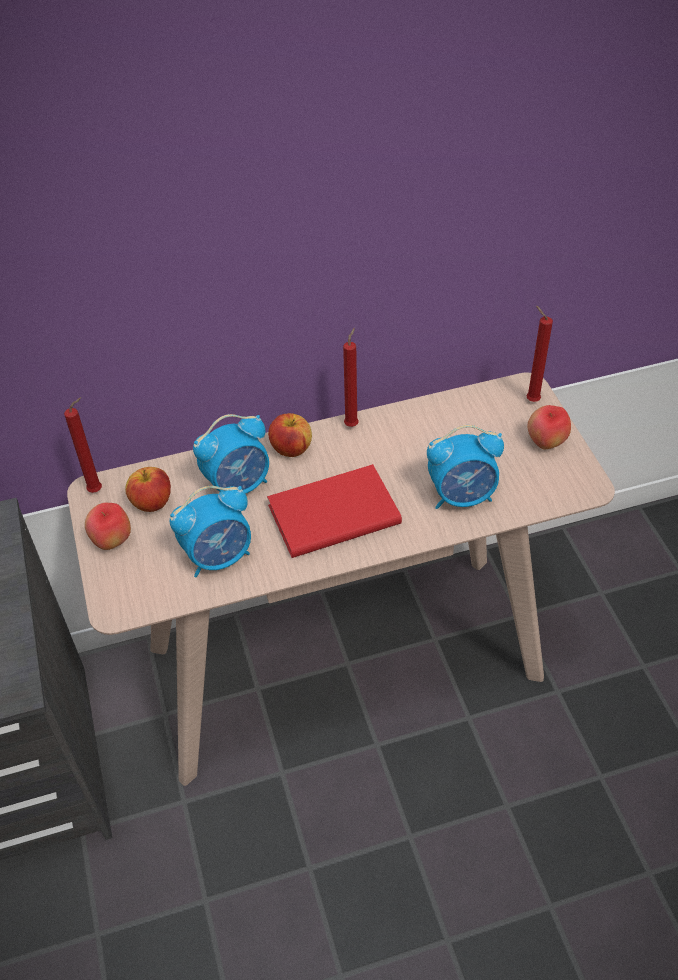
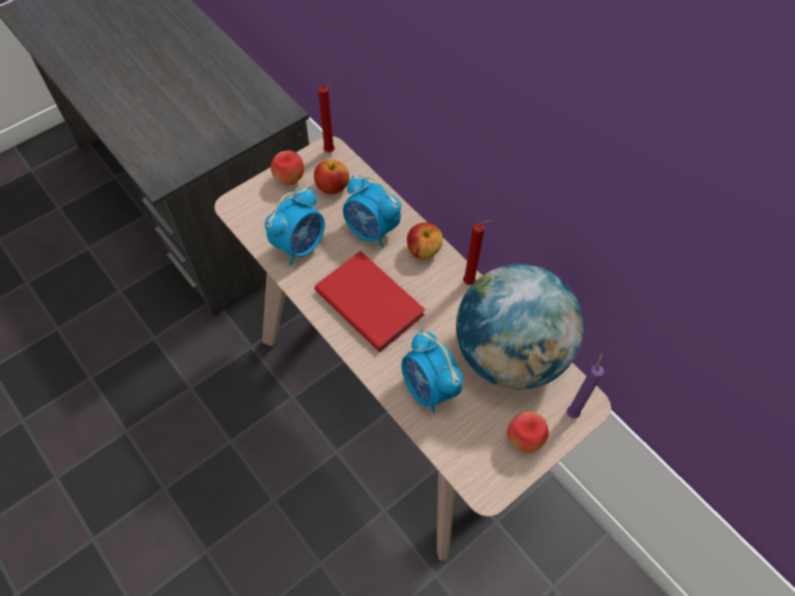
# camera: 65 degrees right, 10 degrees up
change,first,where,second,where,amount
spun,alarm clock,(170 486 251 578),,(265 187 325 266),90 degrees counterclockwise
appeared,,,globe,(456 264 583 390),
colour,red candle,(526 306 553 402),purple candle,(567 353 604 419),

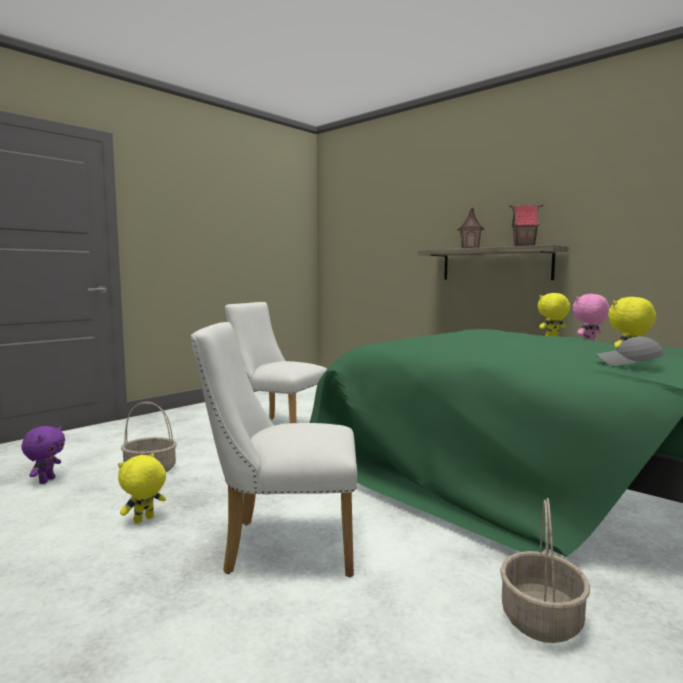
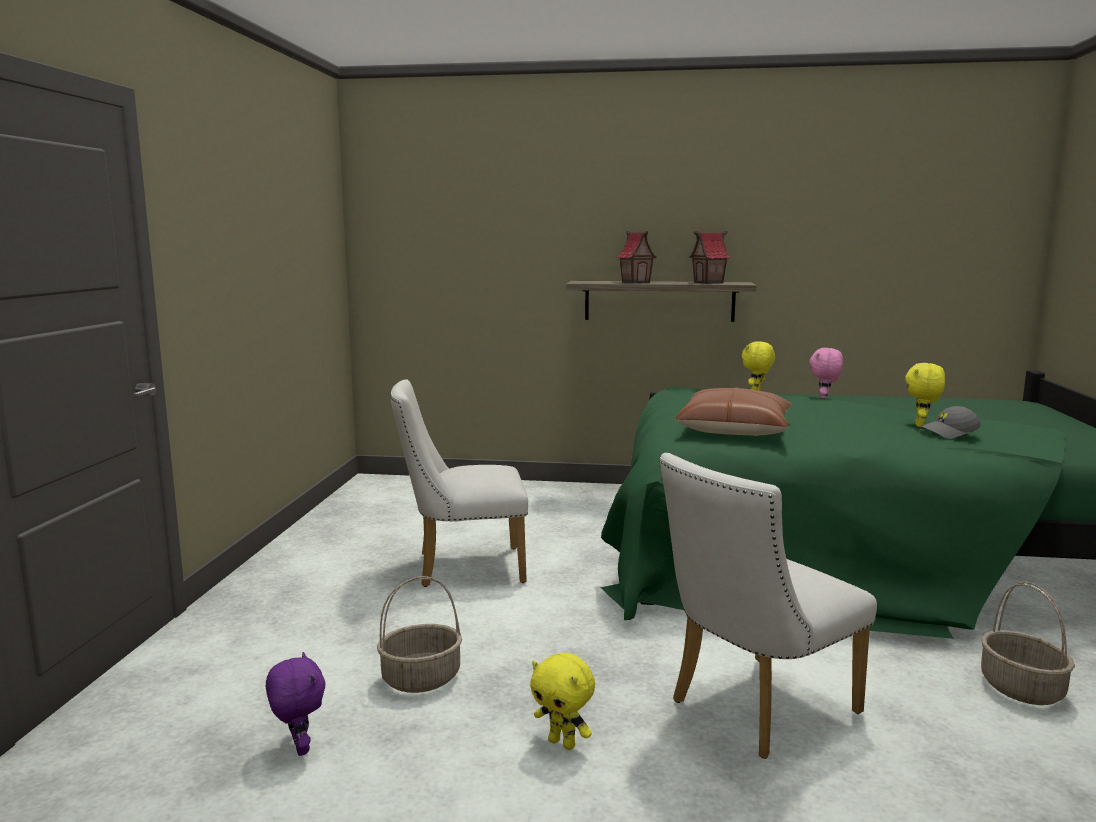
# camera: 35 degrees left, 5 degrees up
change,first,where,second,where,amount
spun,yellow plush toy,(118 453 166 524),,(530 653 595 750),60 degrees counterclockwise
appeared,,,brown pillow,(675 387 792 436),

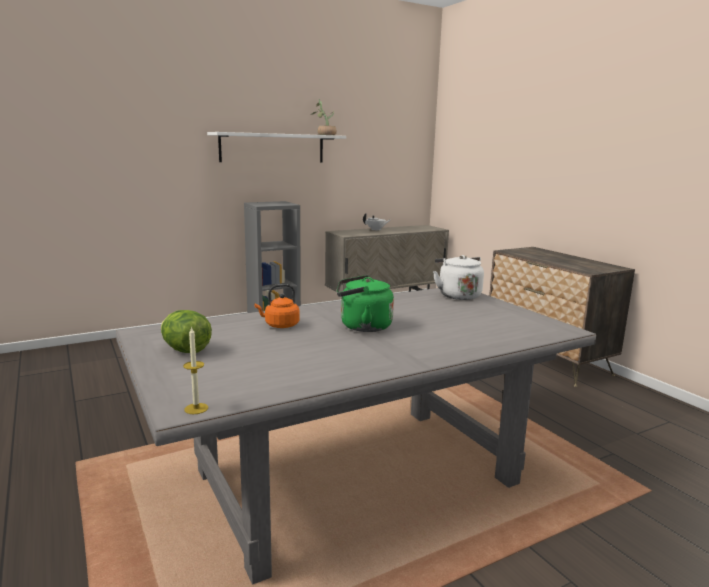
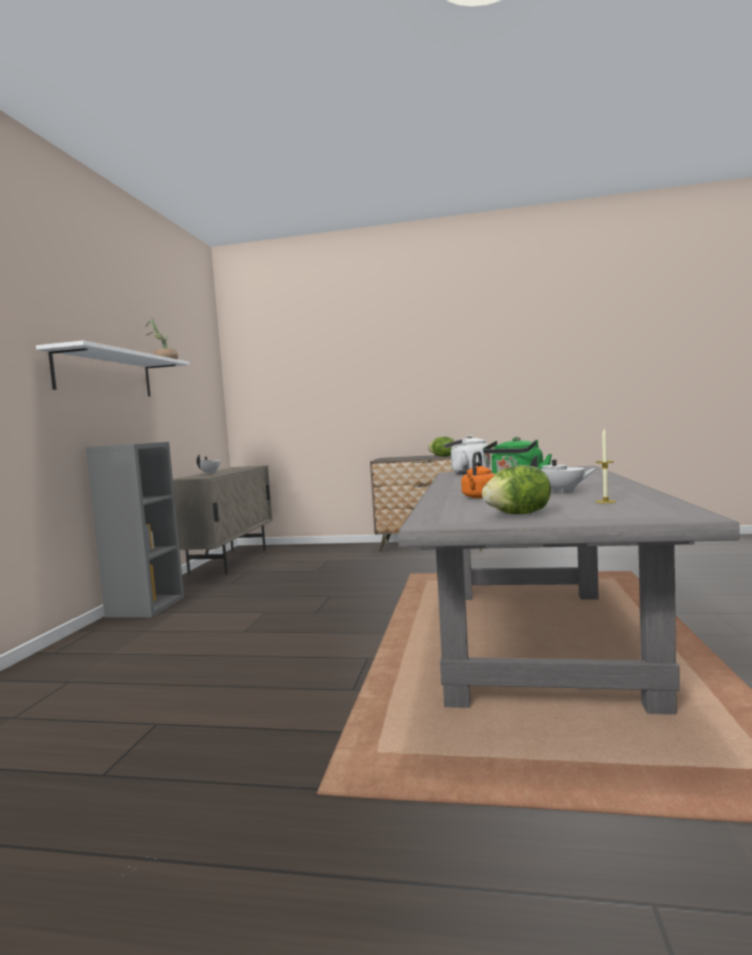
# camera: 50 degrees left, 10 degrees down
change,first,where,second,where,amount
appeared,,,lettuce,(428 436 454 457),
appeared,,,white teapot,(530 455 597 493),
relocated,candle,(183 326 208 414),,(595 429 617 503),

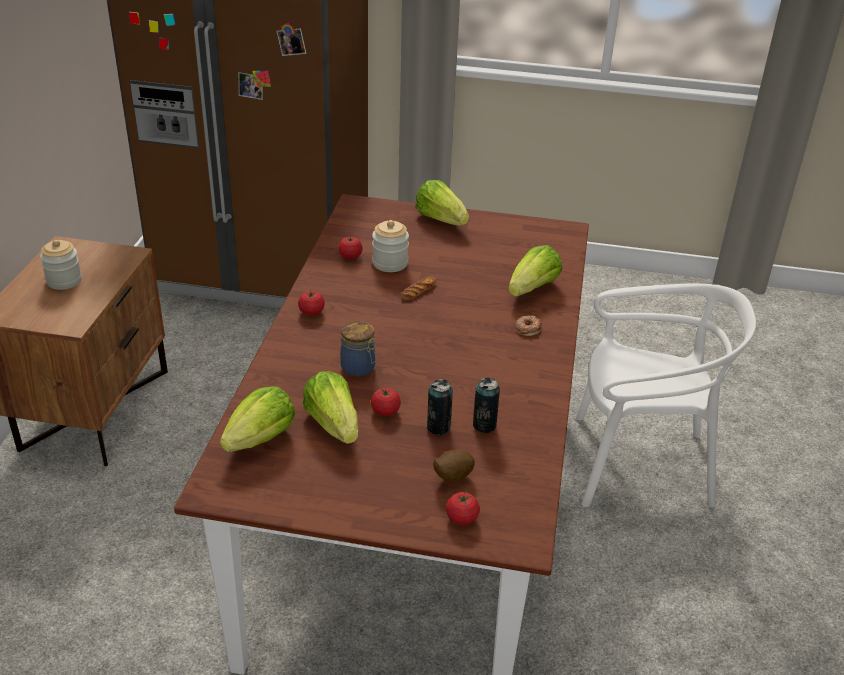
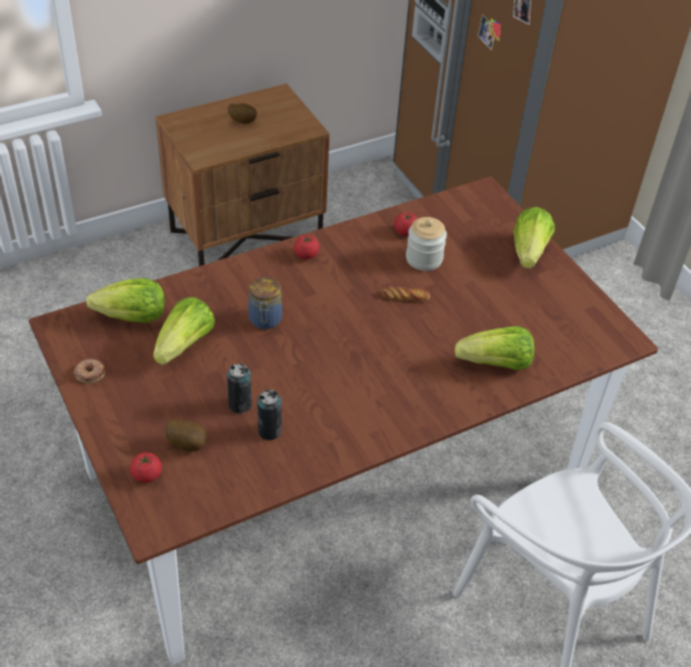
# camera: 50 degrees right, 10 degrees up
change,first,where,second,where,amount
relocated,donut,(515 316 542 336),,(74 359 105 383),
exchanged,jar,(40 240 82 290),potato,(228 103 257 124),
missing,tomato,(371 388 401 416),,,

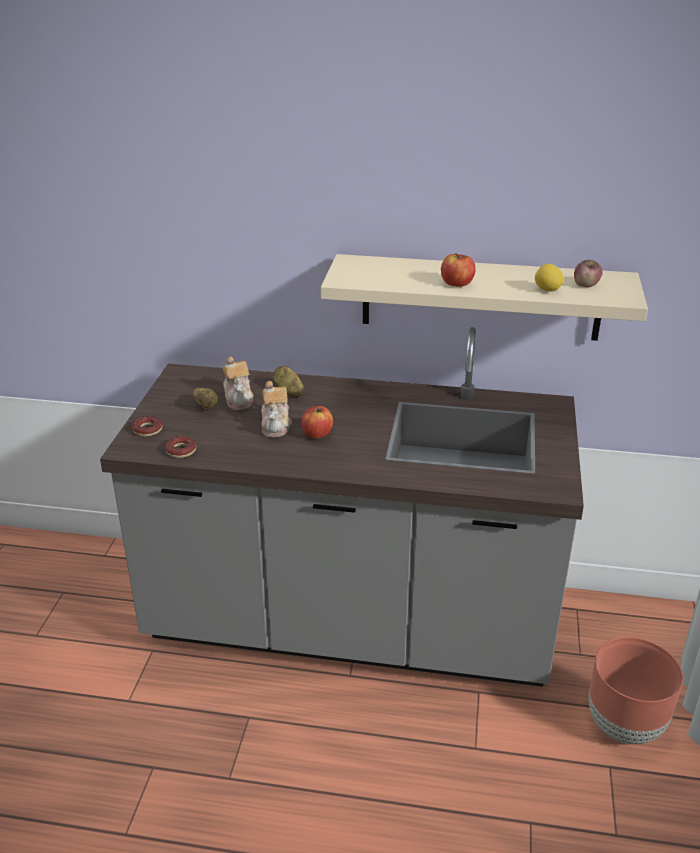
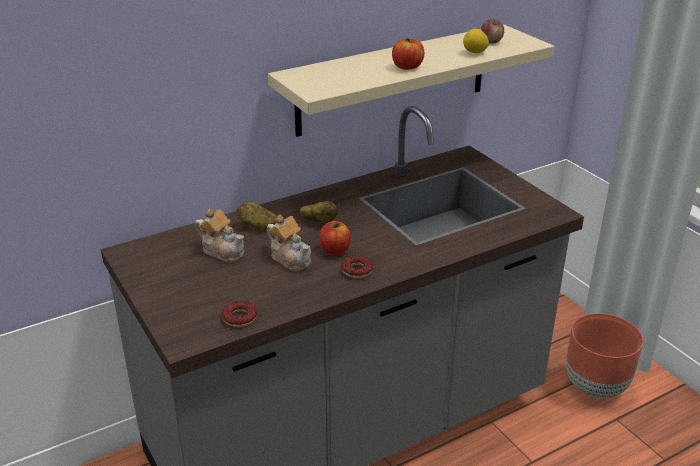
# camera: 40 degrees left, 0 degrees up
change,first,where,second,where,amount
relocated,potato,(193 388 218 409),,(299 201 338 221),
relocated,donut,(132 416 163 437),,(341 255 373 278),

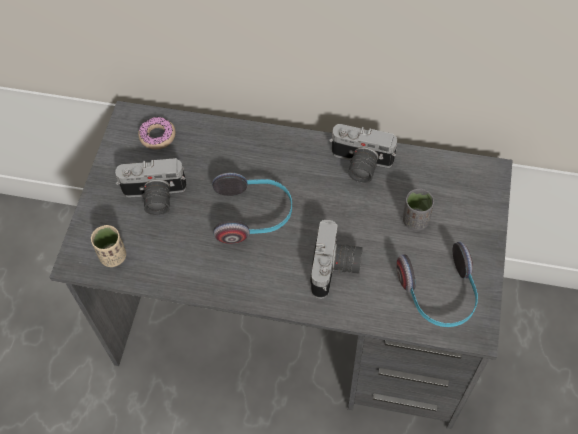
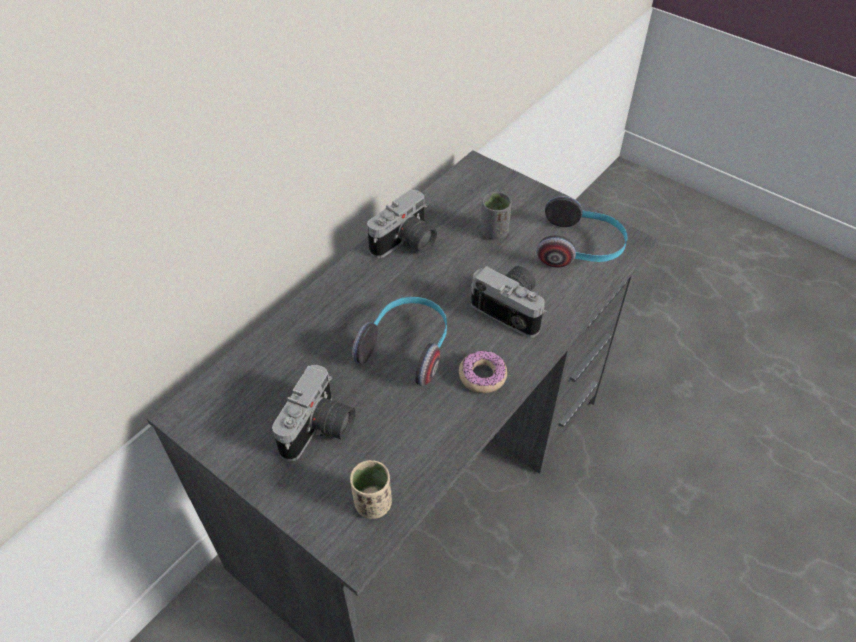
# camera: 65 degrees left, 10 degrees down
change,first,where,second,where,amount
relocated,donut,(138 117 176 149),,(459 351 507 393),

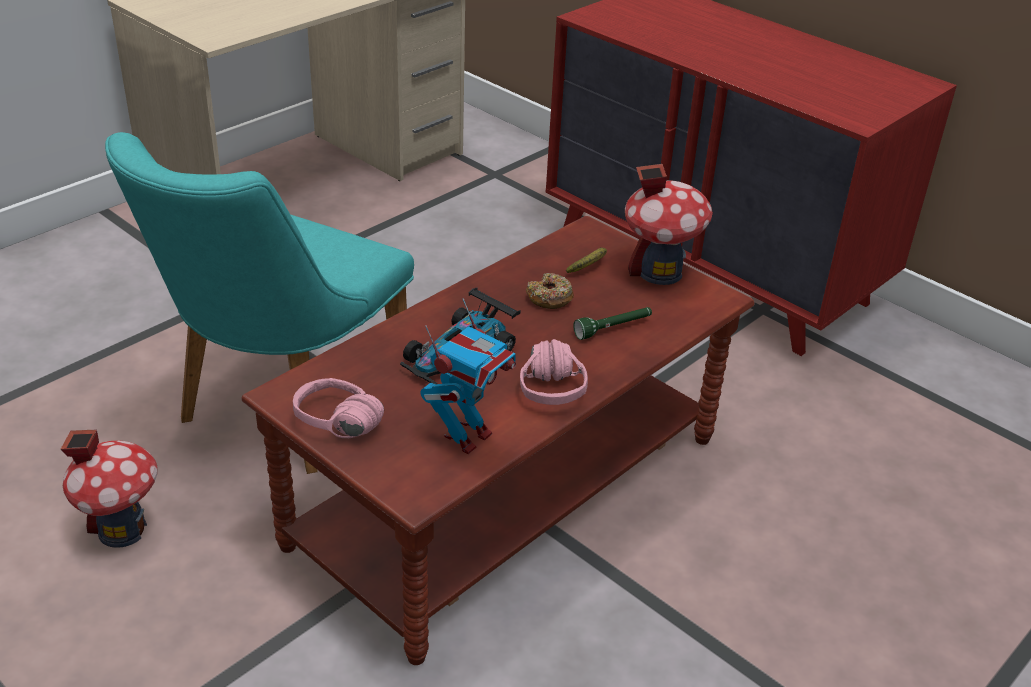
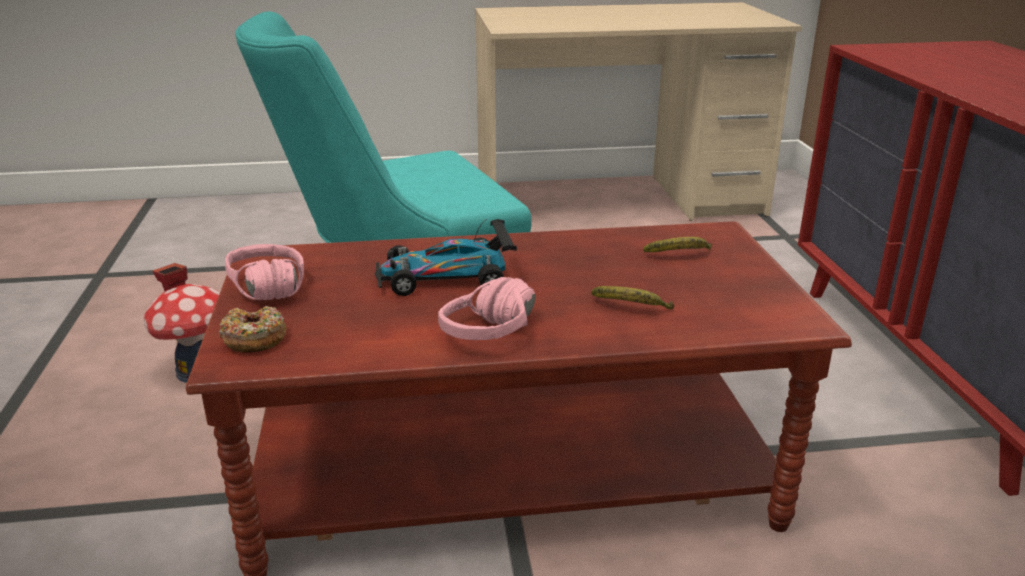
# camera: 40 degrees right, 10 degrees down
change,first,where,second,where,amount
relocated,donut,(526 273 574 309),,(219 306 287 353),
exchanged,green flashlight,(573 307 652 340),banana,(591 286 674 309),
missing,toy robot,(421 298 516 454),,,
missing,toy house,(625 164 713 285),,,

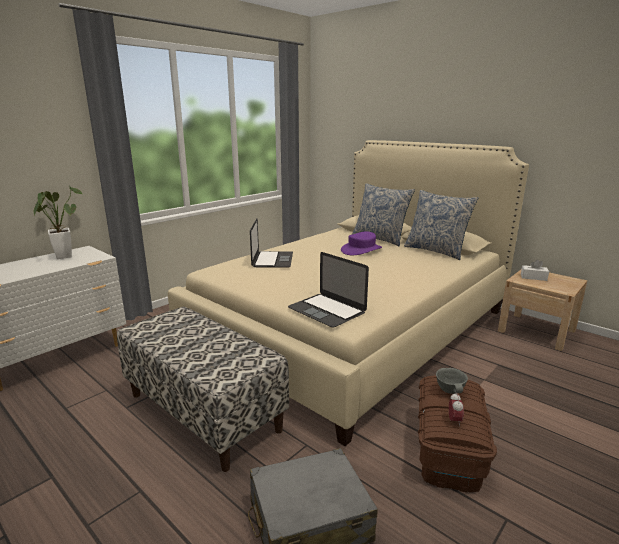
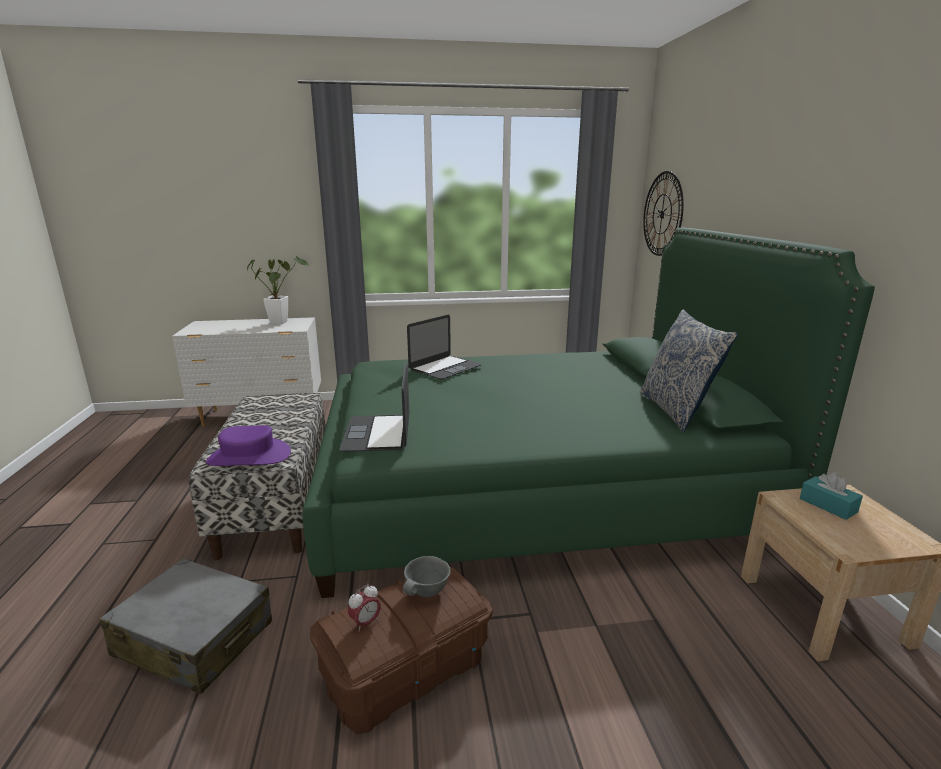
# camera: 40 degrees right, 0 degrees up
change,first,where,second,where,amount
relocated,purple hat,(341 231 382 255),,(206 425 291 466),
colour,beige bed,(168 140 529 446),green bed,(302 227 875 598),
appeared,,,wall clock,(643 171 684 256),
colour,white tissue box,(521 259 549 281),turquoise tissue box,(800 472 863 520),
missing,pillow,(352 183 415 246),,,

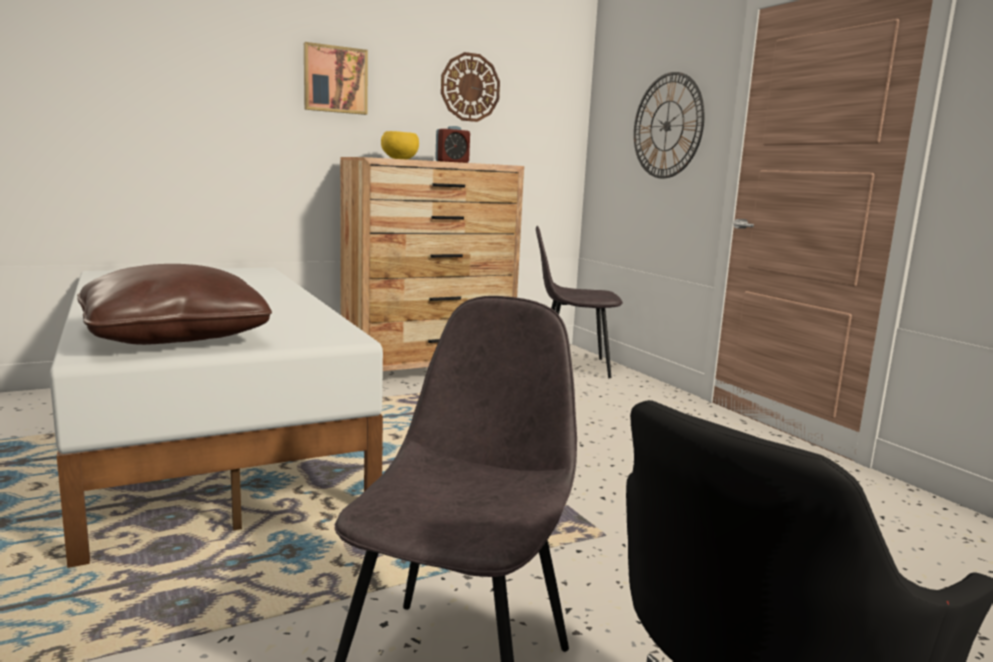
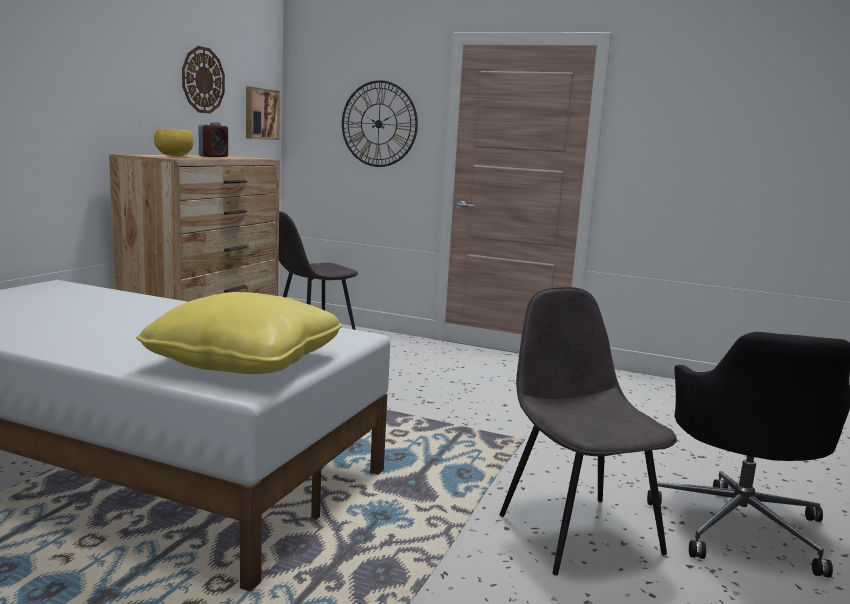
# camera: 40 degrees left, 0 degrees up
change,first,where,second,where,amount
colour,brown pillow,(77 264 272 345),yellow pillow,(136 292 342 374),
relocated,picture,(304 42 368 115),,(246 87 280 140),

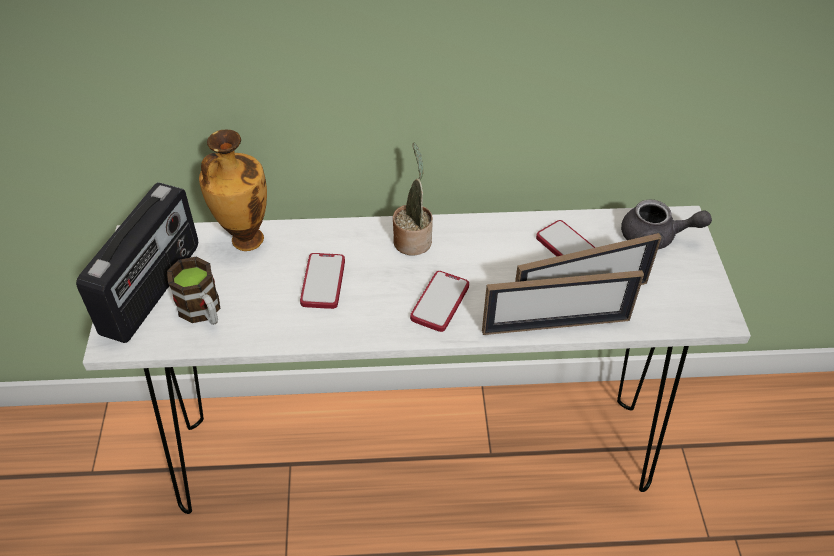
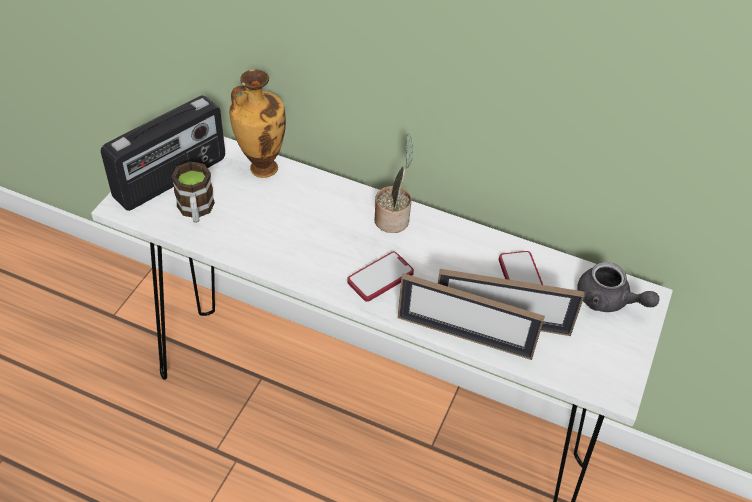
# camera: 25 degrees right, 0 degrees up
change,first,where,second,where,amount
missing,phone,(300 253 345 309),,,

